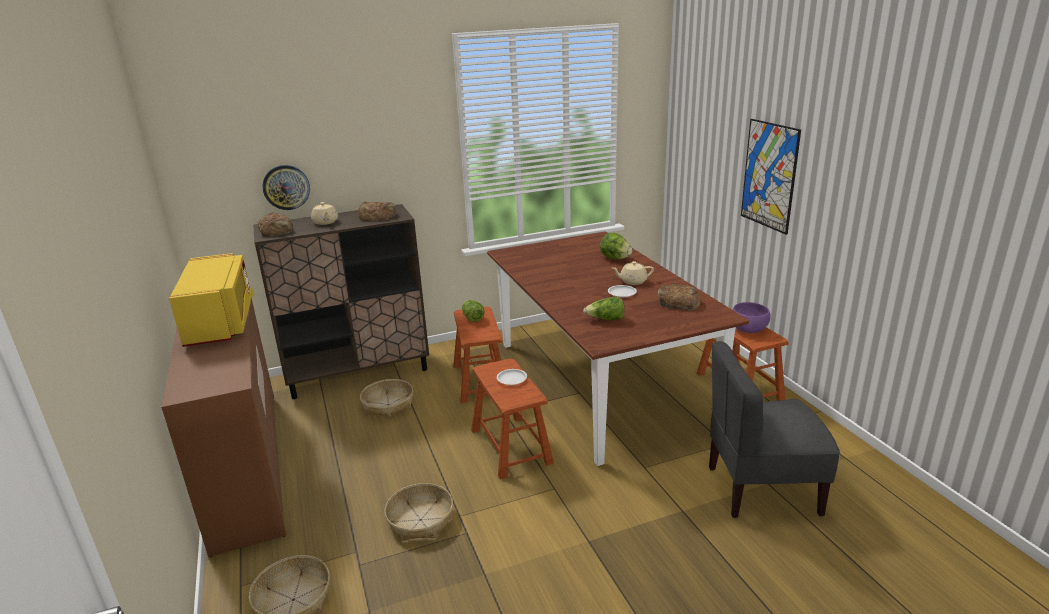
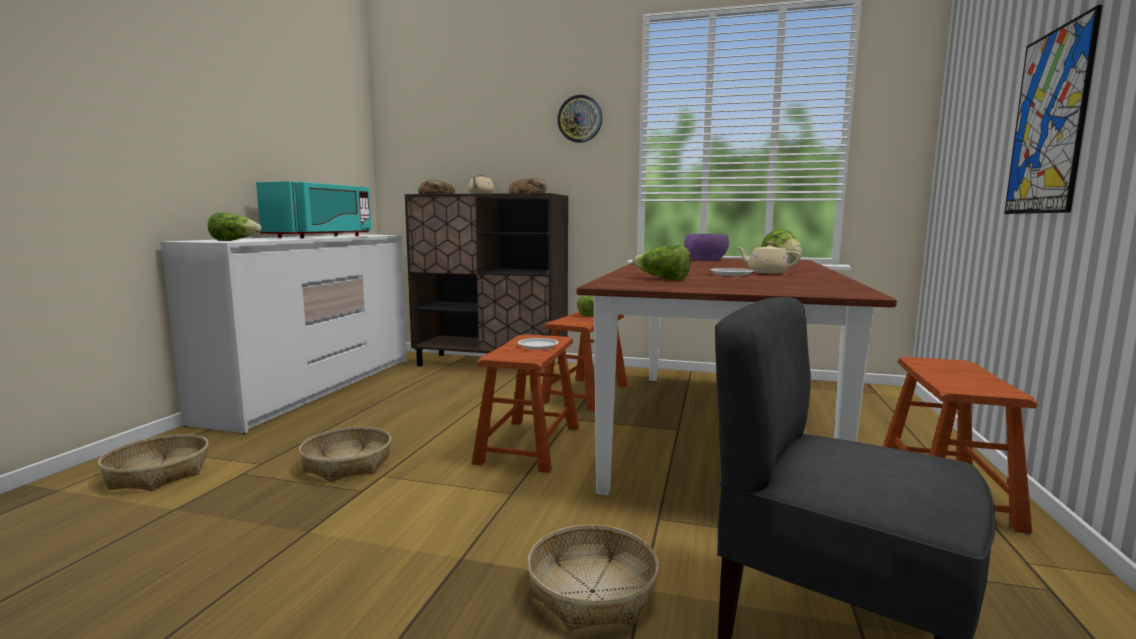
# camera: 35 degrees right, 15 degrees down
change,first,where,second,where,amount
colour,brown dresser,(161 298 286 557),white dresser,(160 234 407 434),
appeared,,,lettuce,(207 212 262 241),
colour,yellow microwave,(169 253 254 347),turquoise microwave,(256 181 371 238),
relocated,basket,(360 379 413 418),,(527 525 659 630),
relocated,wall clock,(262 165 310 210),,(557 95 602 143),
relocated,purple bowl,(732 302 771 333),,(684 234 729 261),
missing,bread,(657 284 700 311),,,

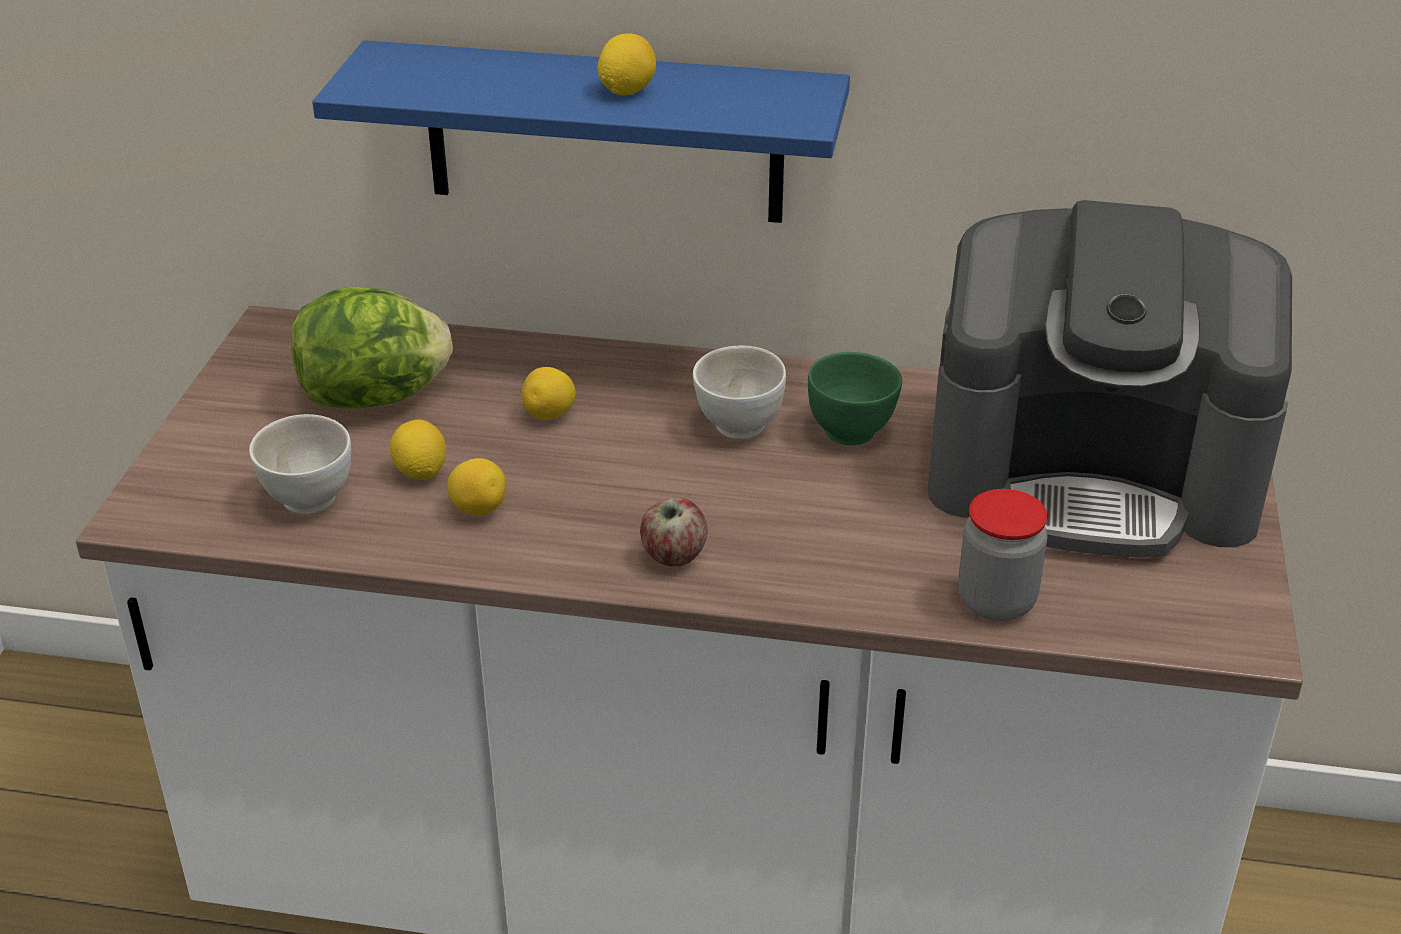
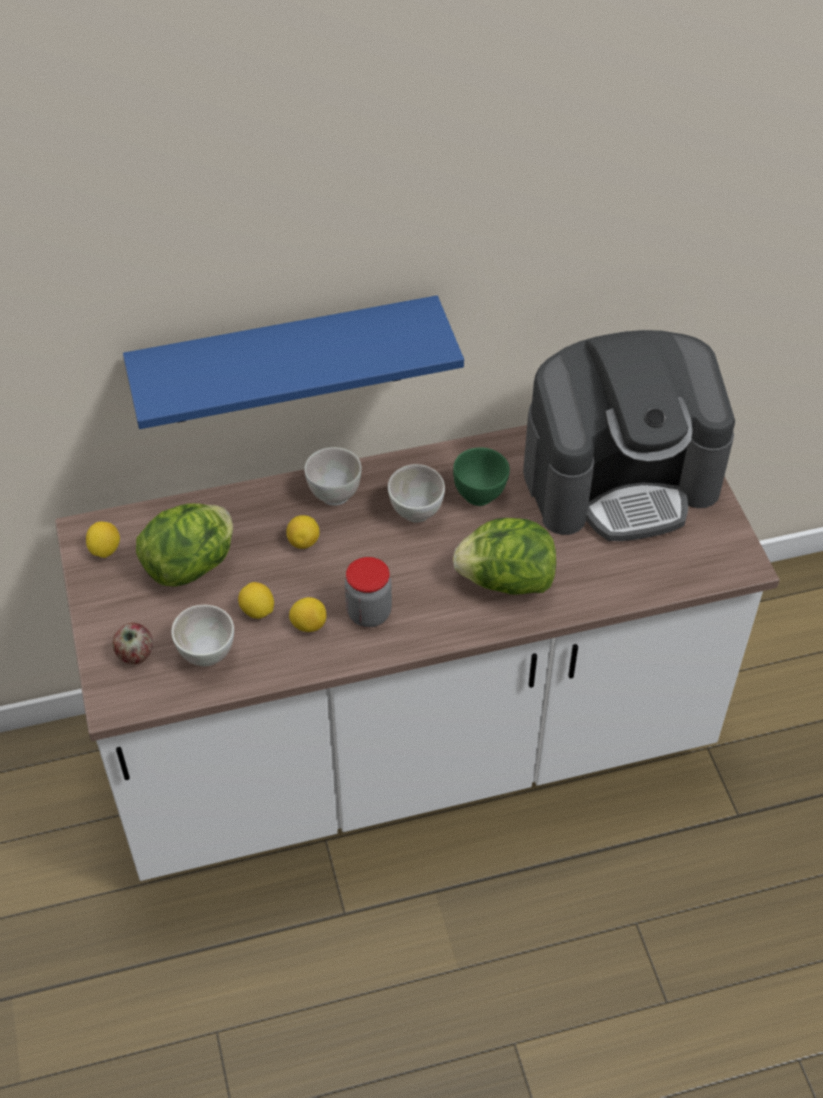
# camera: 25 degrees left, 15 degrees up
change,first,where,second,where,amount
relocated,lemon,(597 33 656 95),,(86 522 120 558),
relocated,apple,(640 497 708 566),,(112 623 153 664),
appeared,,,white bowl,(304 447 362 506),
relocated,jar,(958 489 1048 621),,(345 557 392 627),
appeared,,,lettuce,(453 518 556 595),

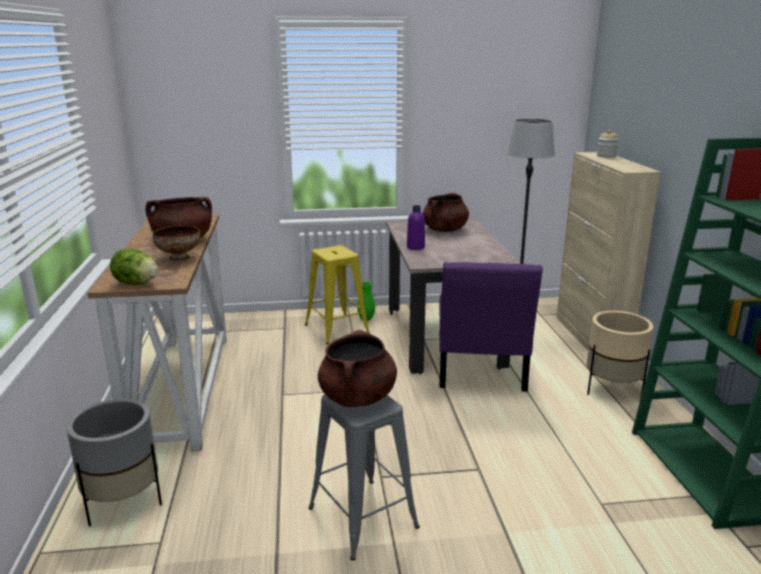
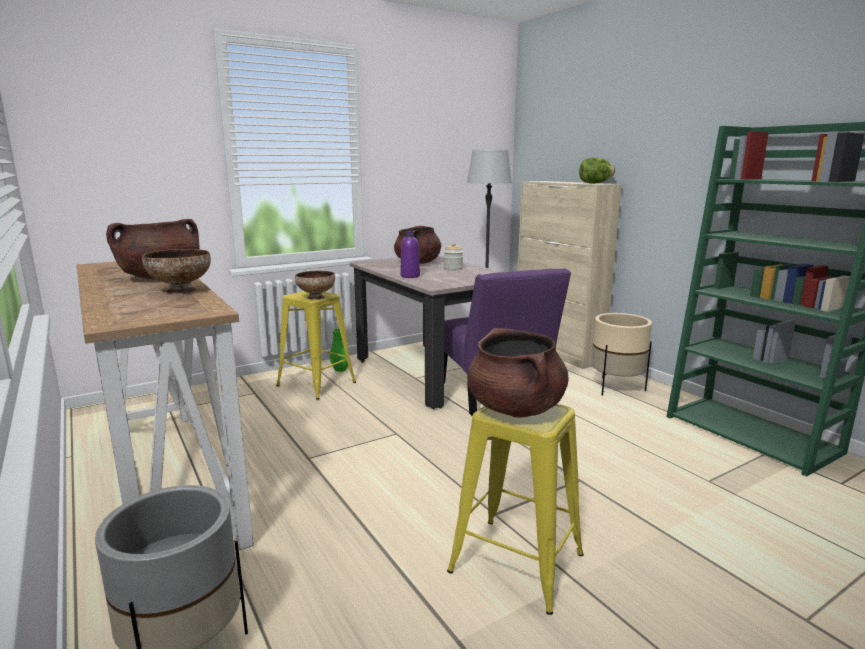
# camera: 25 degrees left, 5 degrees down
change,first,where,second,where,amount
appeared,,,bowl,(295 271 335 300),
relocated,jar,(597 130 619 158),,(444 243 463 271),
colour,grey stool,(308 394 420 560),yellow stool,(447 404 584 615),
relocated,lettuce,(110 249 158 285),,(579 157 615 184),

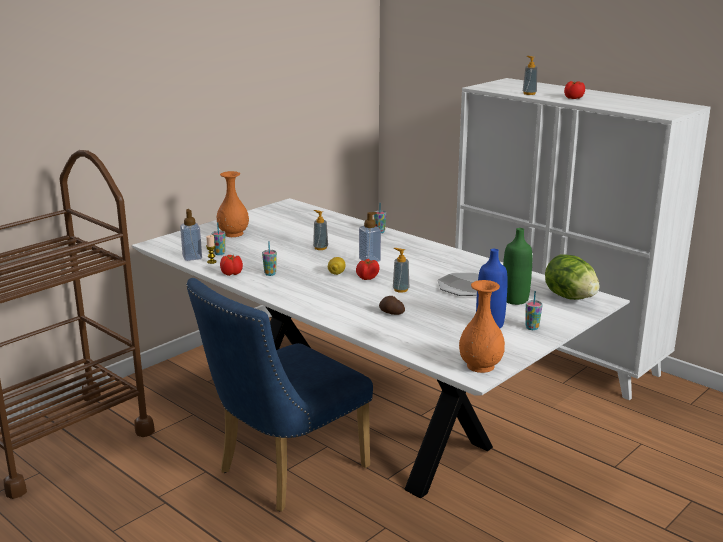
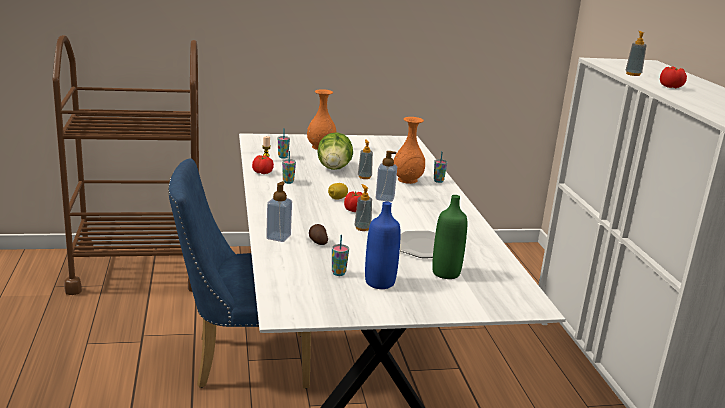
# camera: 35 degrees right, 0 degrees up
change,first,where,second,where,amount
relocated,soap dispenser,(180 209 202 261),,(266 181 292 242),
relocated,lettuce,(545 254 600 300),,(317 132 353 170),
relocated,cup,(525 291 543 330),,(332 235 349 276),
relocated,orange vase,(459 280 505 373),,(394 117 425 184),

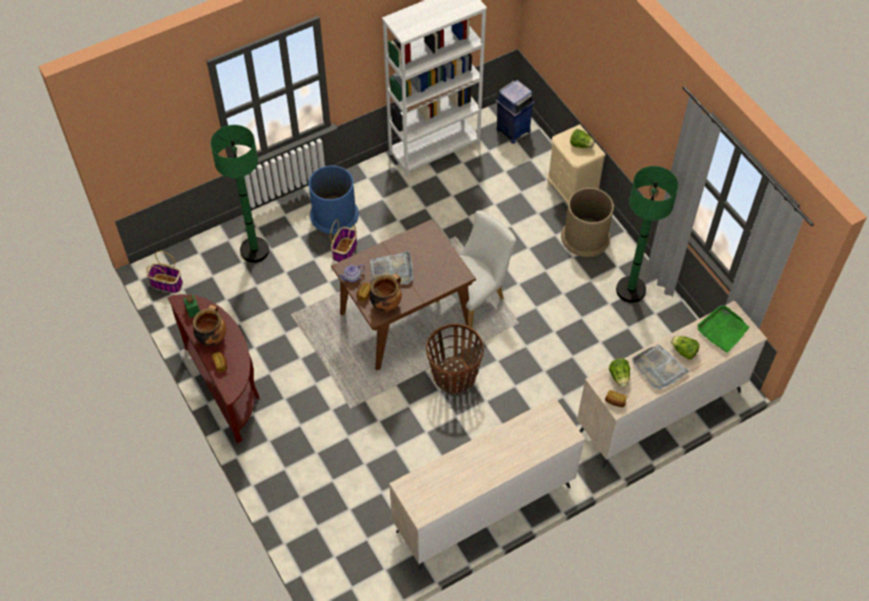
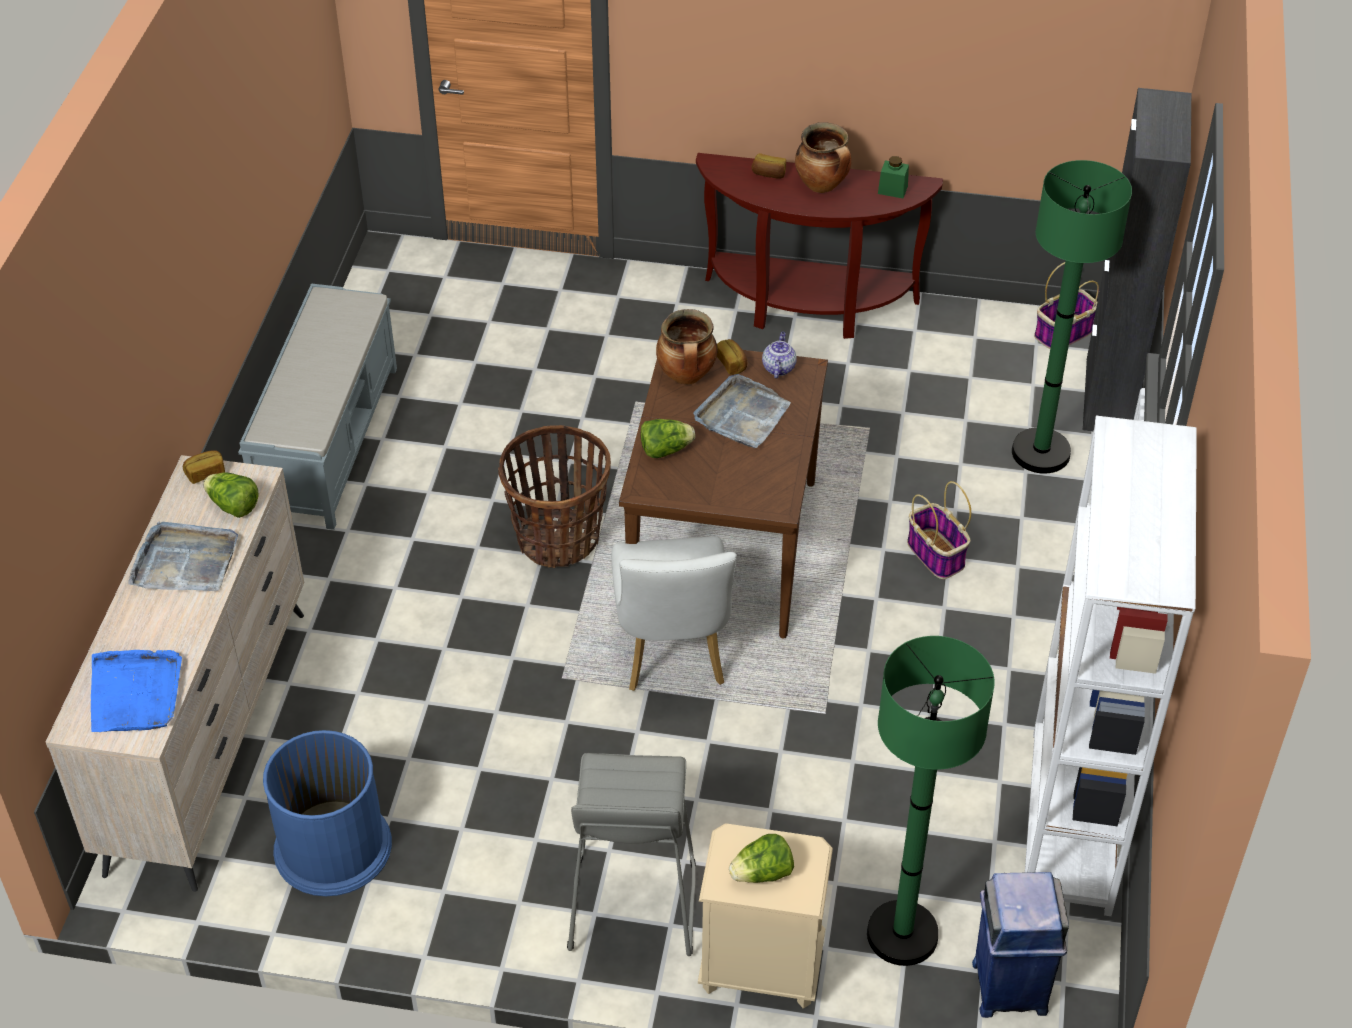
# camera: 130 degrees right, 10 degrees down
change,first,where,second,where,amount
colour,green tray,(697 305 750 353),blue tray,(91 650 182 732),
exchanged,beige dresser,(389 397 585 571),grey bench,(238 283 397 530),
relocated,blue trash can,(308 166 359 234),,(263 730 392 896),
exchanged,brown trash can,(561 188 614 257),grey stool,(567 753 696 956),
relocated,lettuce,(671 336 700 360),,(640 419 695 458),
relocated,green floor lamp,(616 166 679 303),,(867 636 995 966),
appeared,,,black cabinet,(1083 88 1191 431),

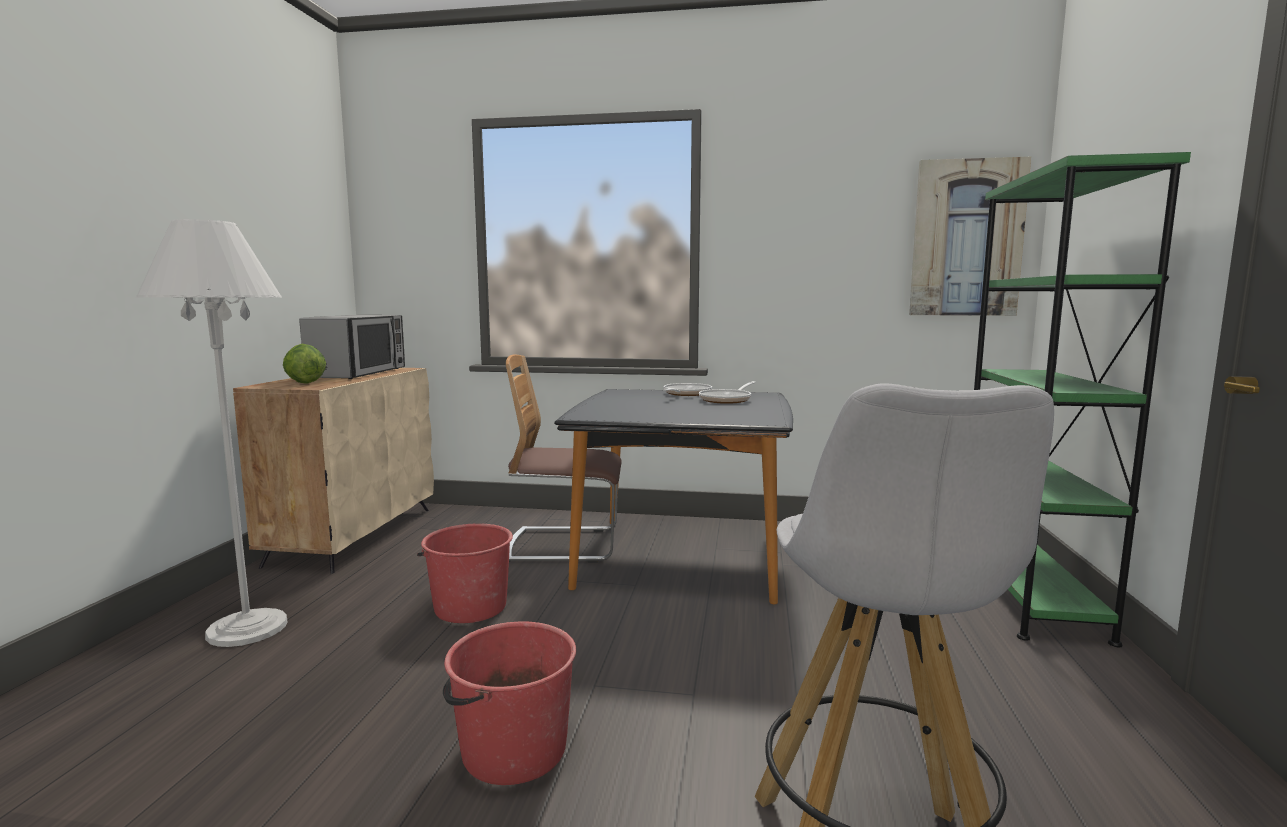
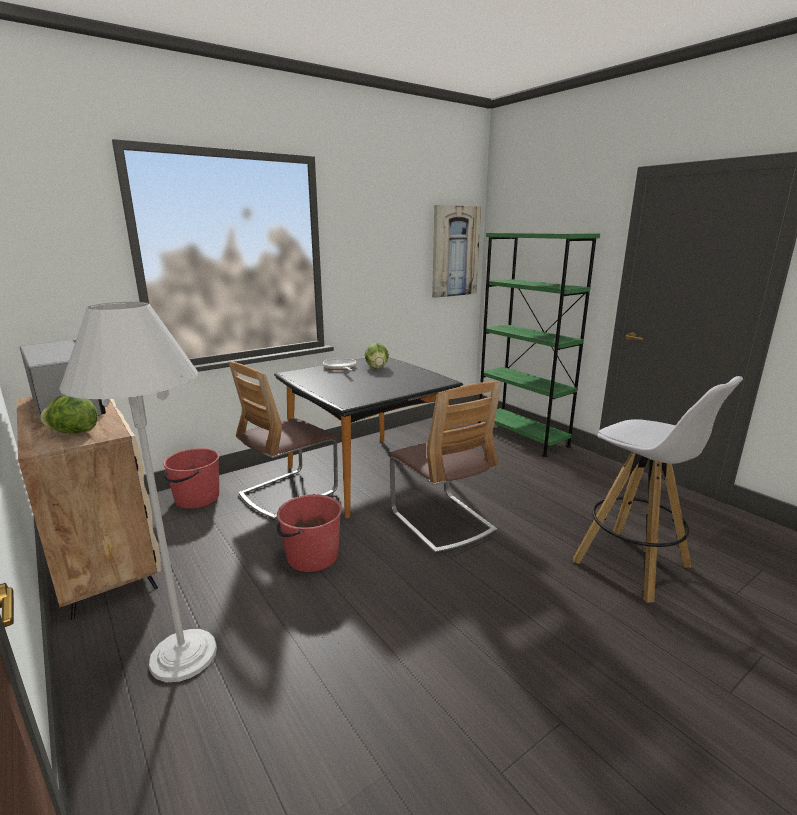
# camera: 45 degrees left, 10 degrees up
change,first,where,second,where,amount
relocated,red bucket,(443 621 576 785),,(163 448 220 509),
exchanged,frying pan,(699 381 756 404),lettuce,(365 343 389 369),
appeared,,,chair,(389 381 502 554),

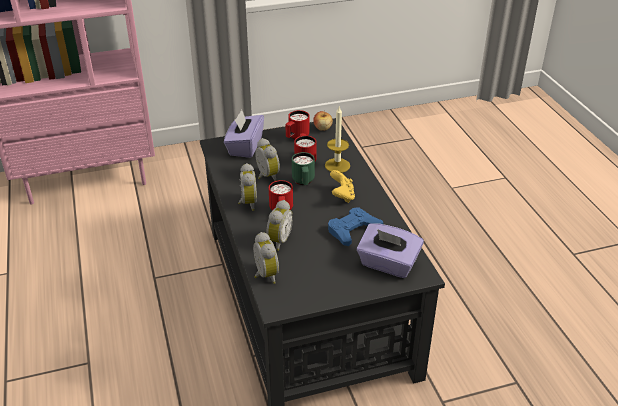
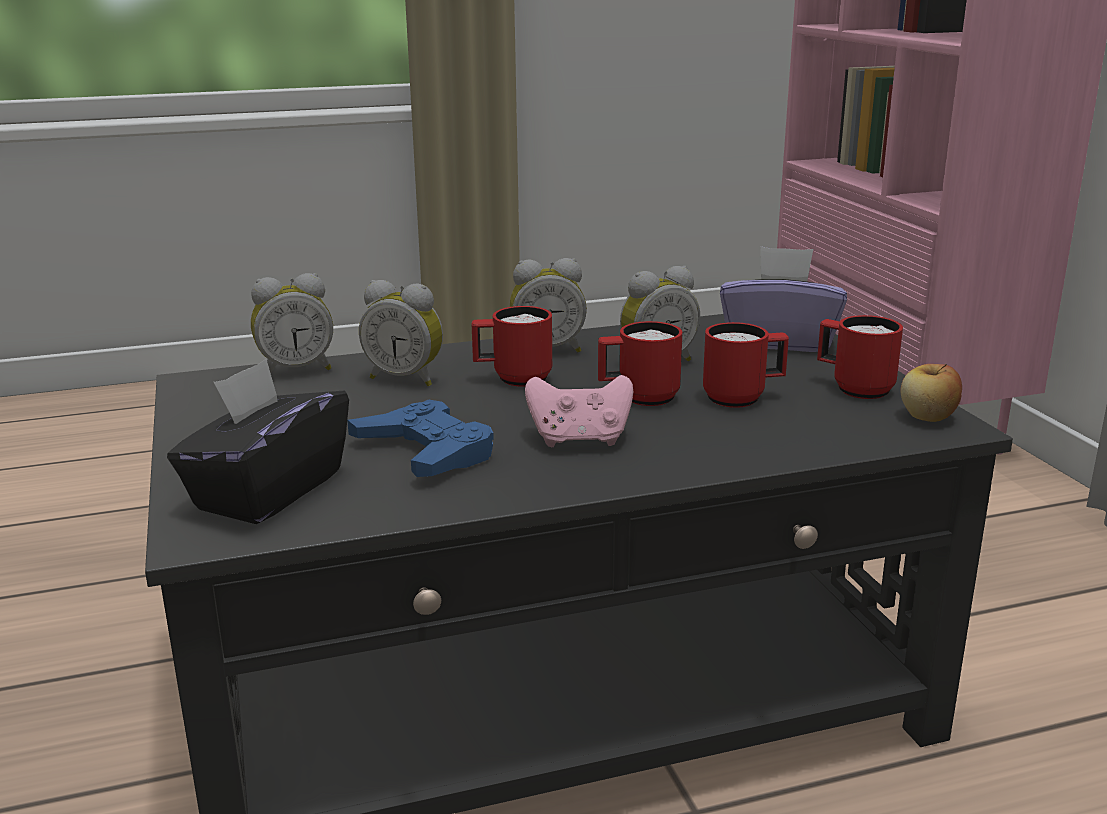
# camera: 90 degrees right, 15 degrees down
change,first,where,second,where,amount
colour,purple tissue box,(357 223 424 278),black tissue box,(167 359 349 524),
colour,yellow game controller,(330 170 355 203),pink game controller,(525 375 633 447),
colour,green mug,(292 152 315 185),red mug,(598 321 683 406),
missing,candle,(325 107 350 173),,,

